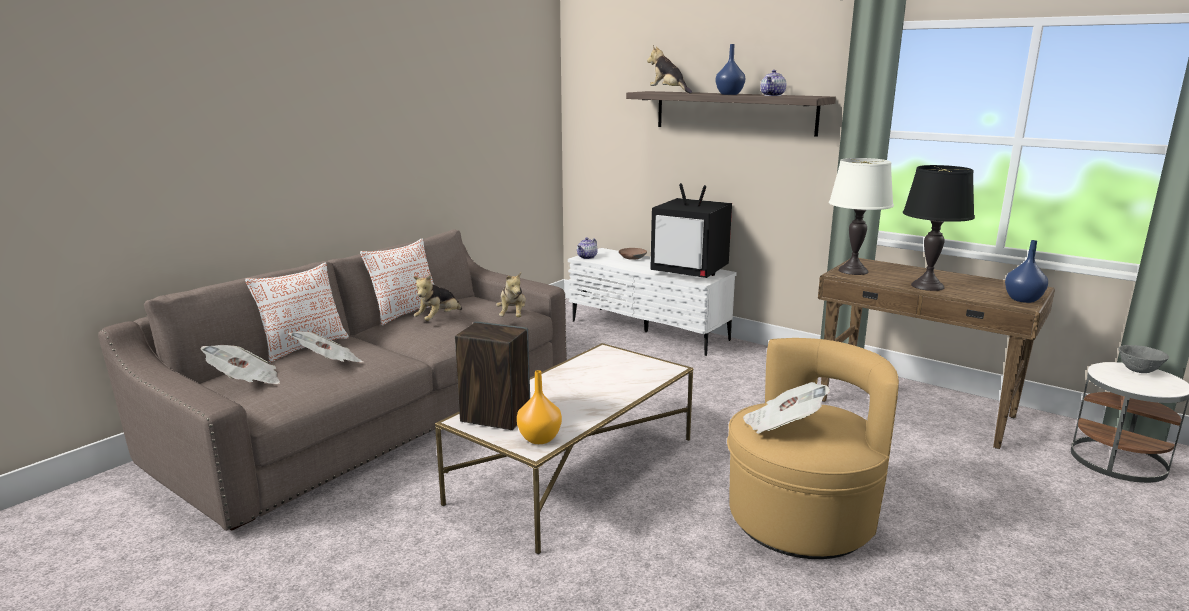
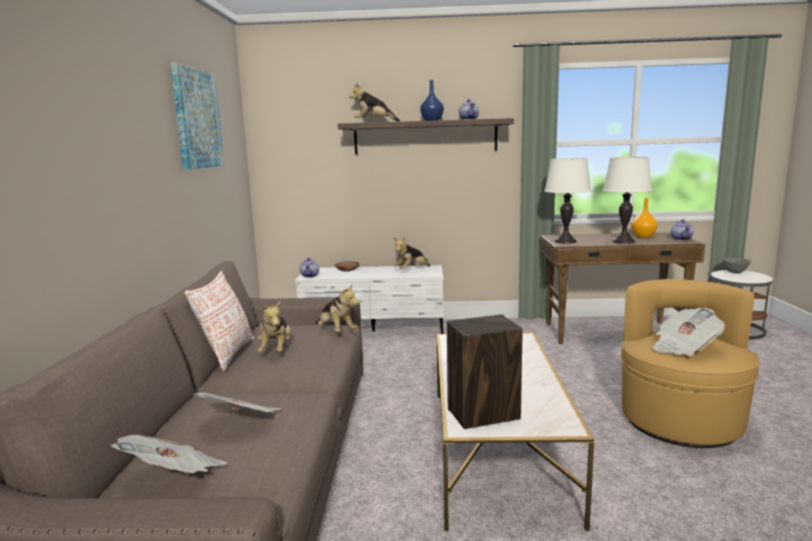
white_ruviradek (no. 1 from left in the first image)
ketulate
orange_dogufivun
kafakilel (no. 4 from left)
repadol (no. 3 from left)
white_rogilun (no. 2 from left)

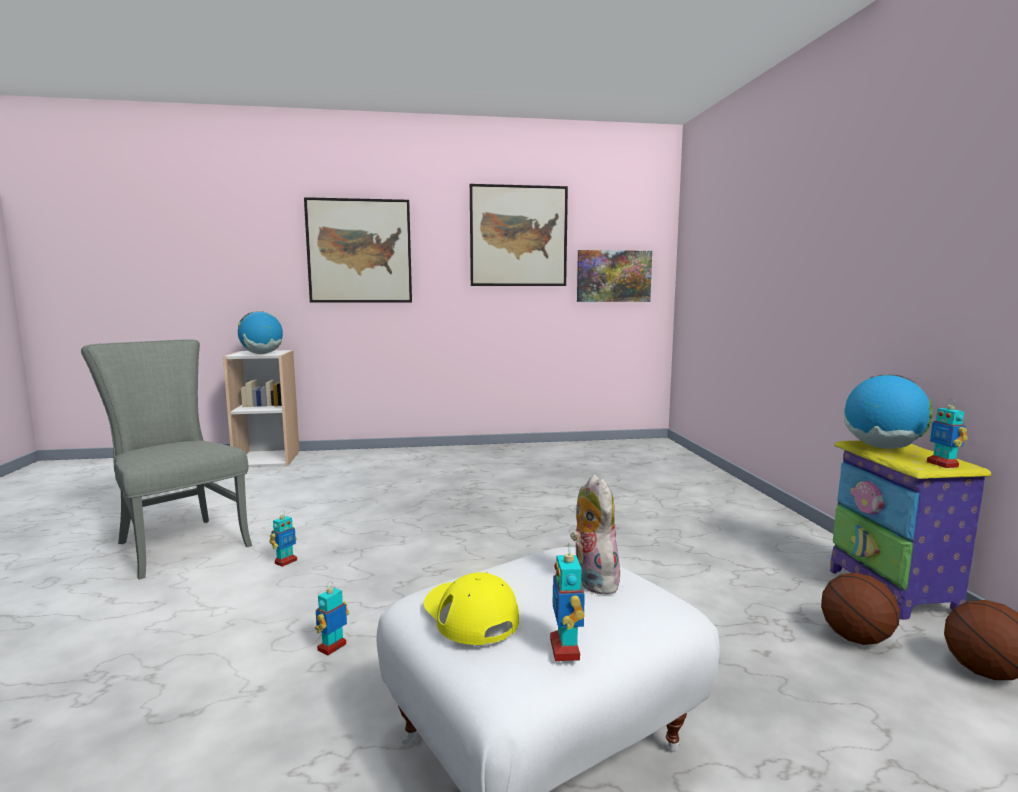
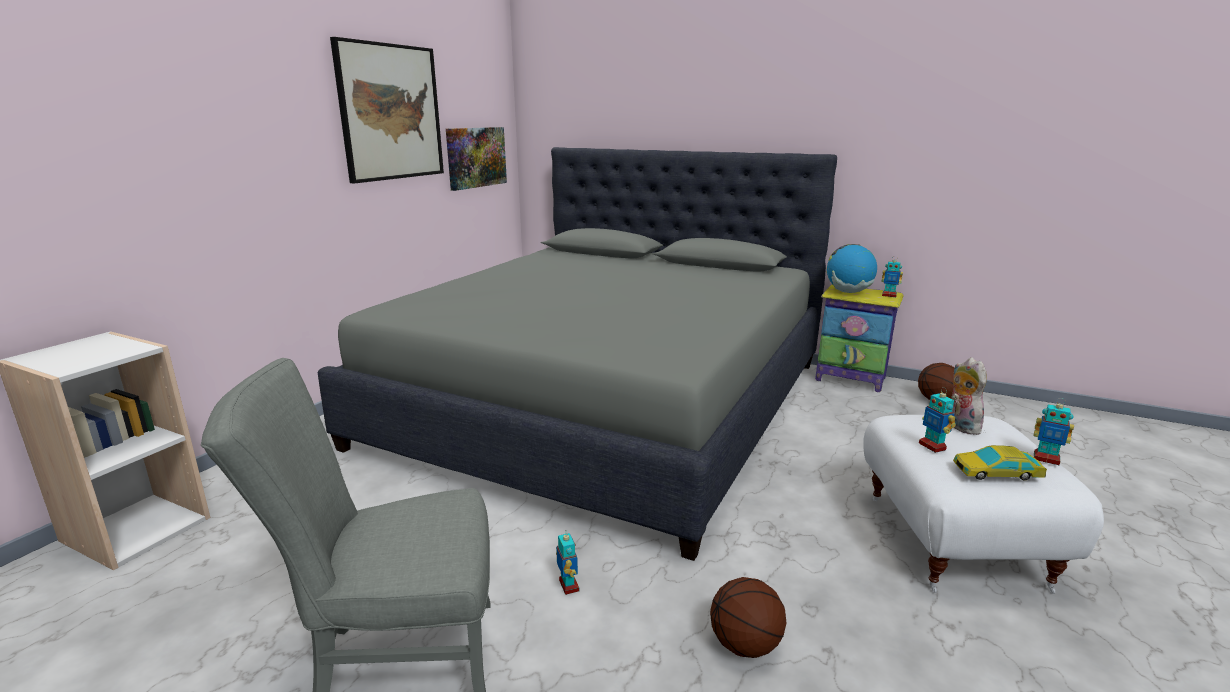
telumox (no. 1 from left in the first image)
ketulate (no. 1 from left in the first image)
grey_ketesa
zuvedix (no. 3 from left)
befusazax (no. 1 from left)
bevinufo
kafakilel

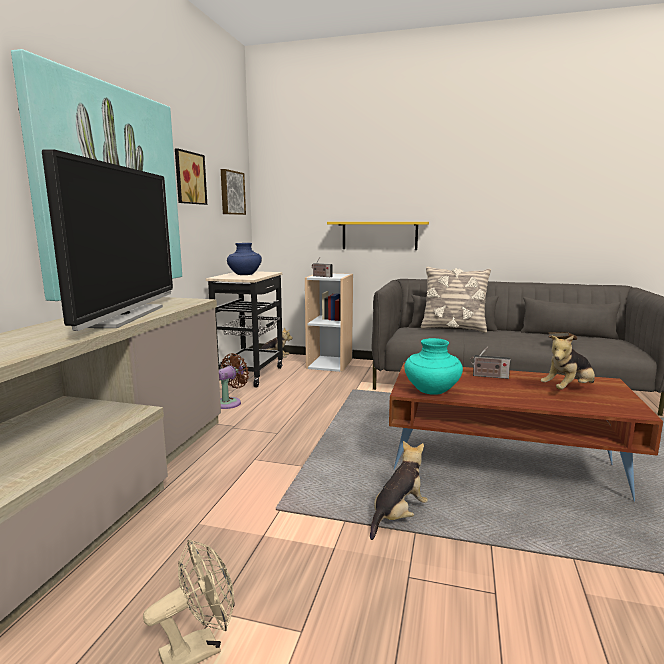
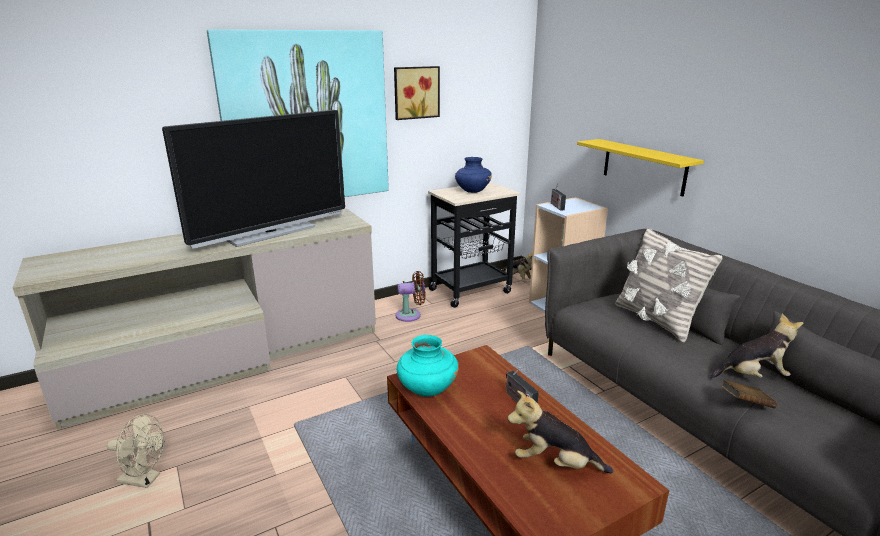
ketulate (no. 3 from left in the first image)
kafakilel (no. 3 from left)

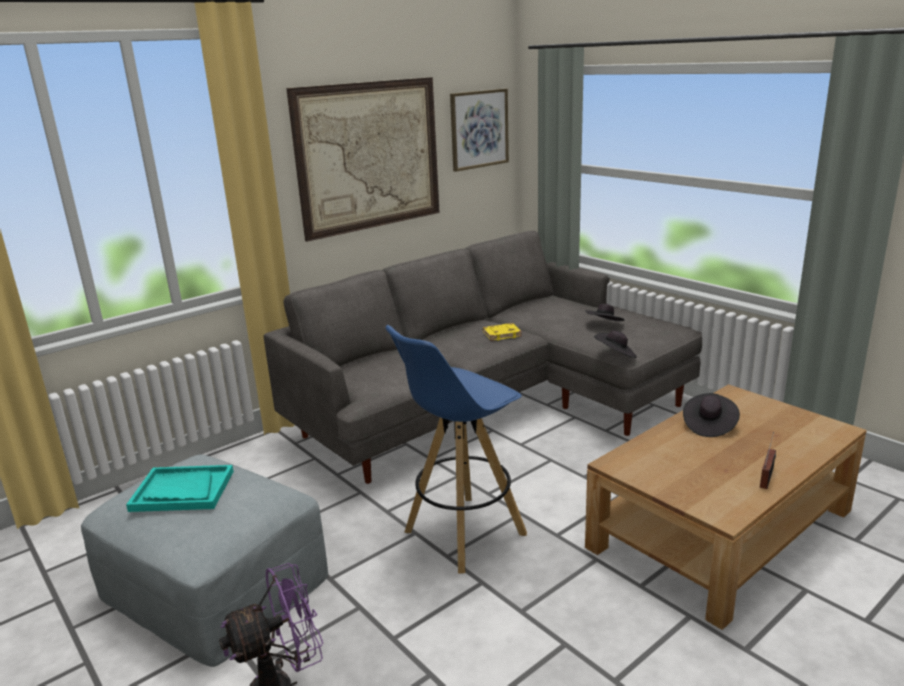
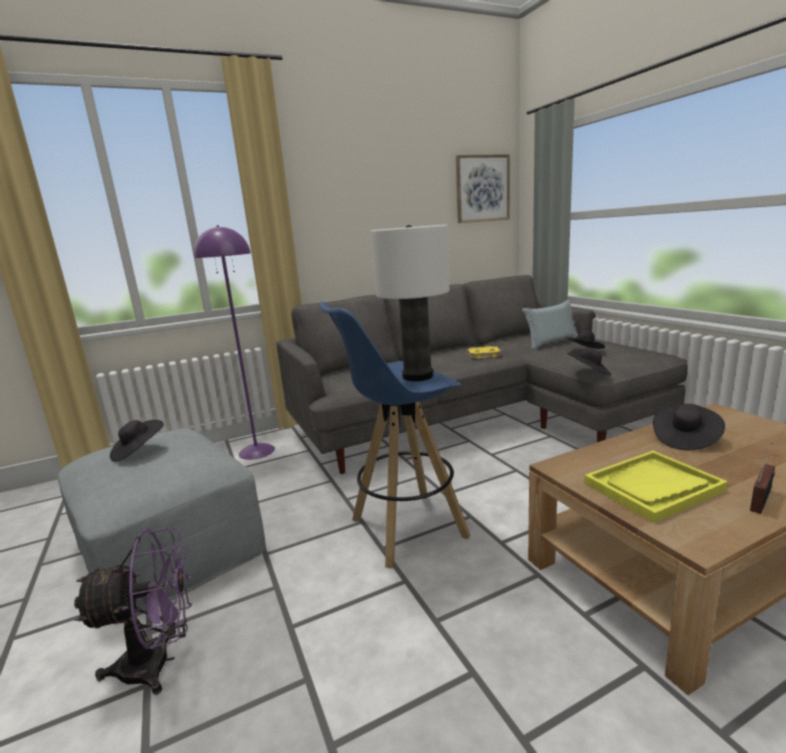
ketulate (no. 1 from left in the first image)
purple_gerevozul
white_rogilun
blue_ruviradek
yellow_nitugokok
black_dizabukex (no. 1 from left)

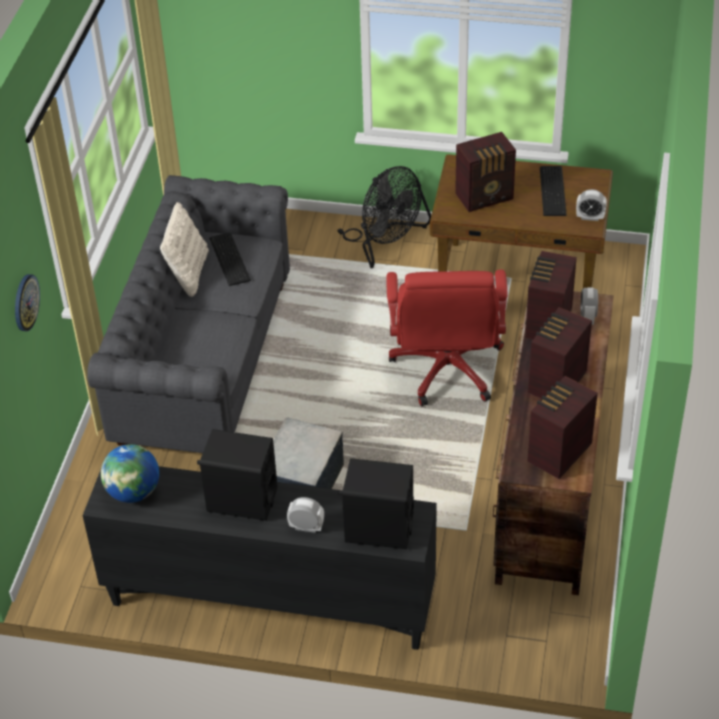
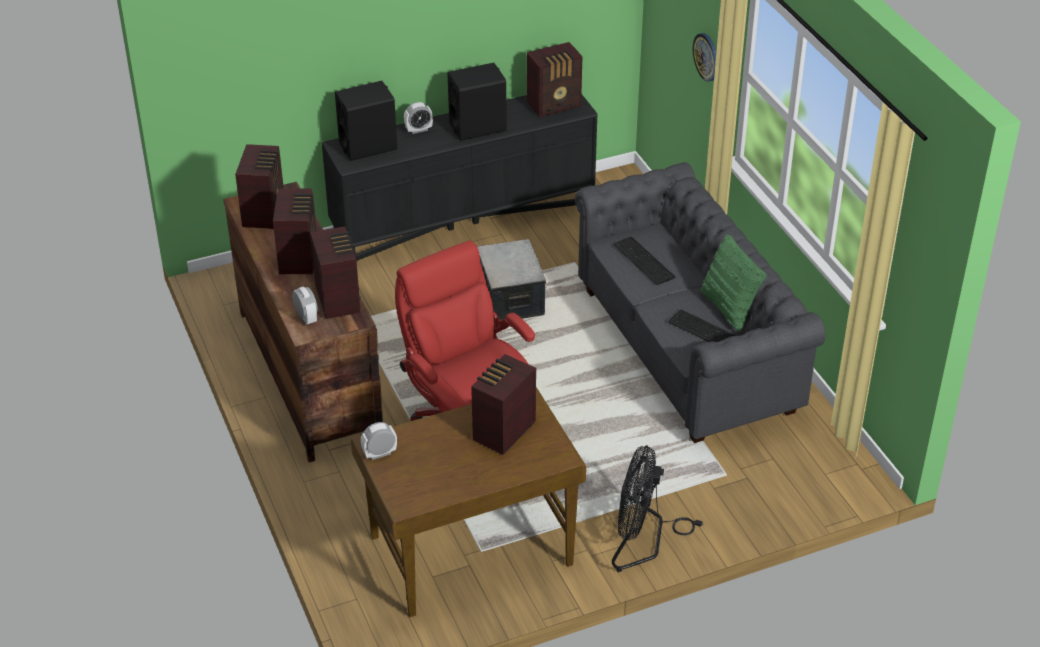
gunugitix (no. 1 from left)
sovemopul (no. 5 from left)
green_ruviradek

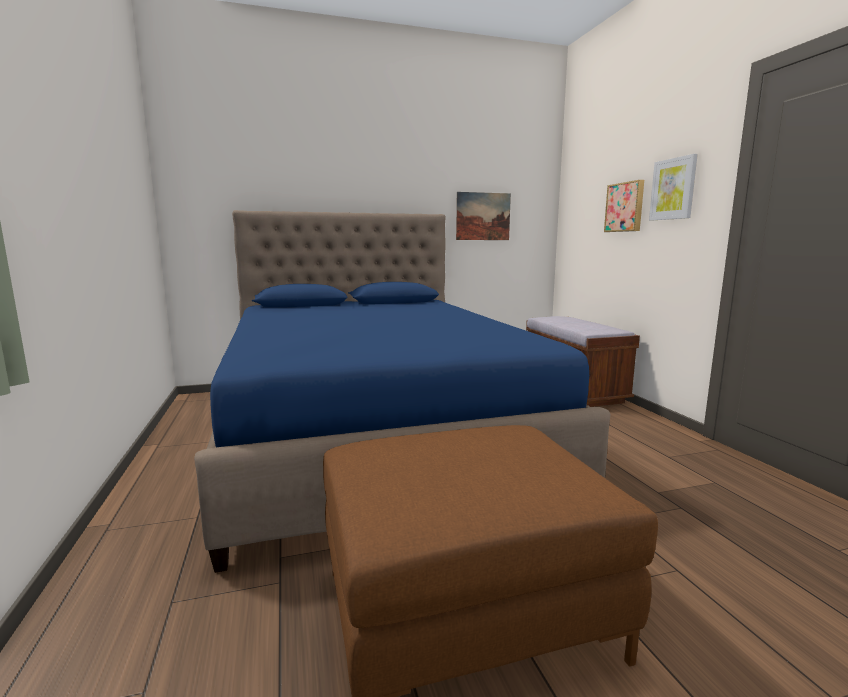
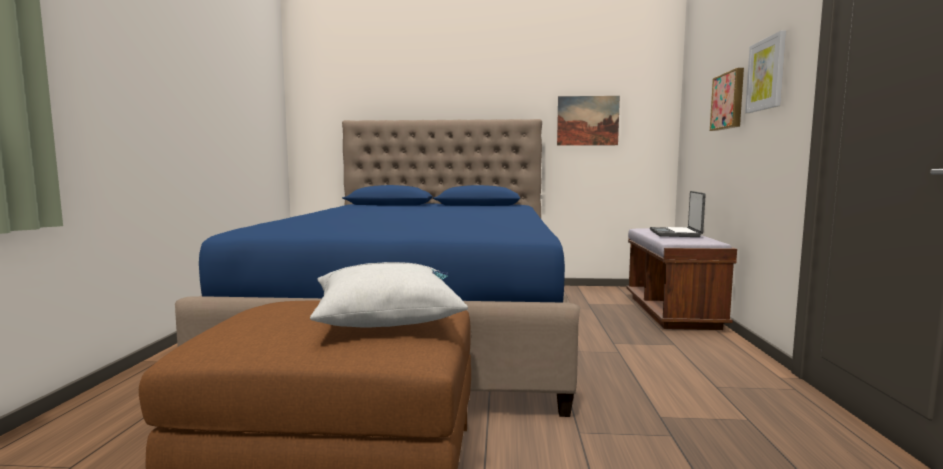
grey_ruviradek
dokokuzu

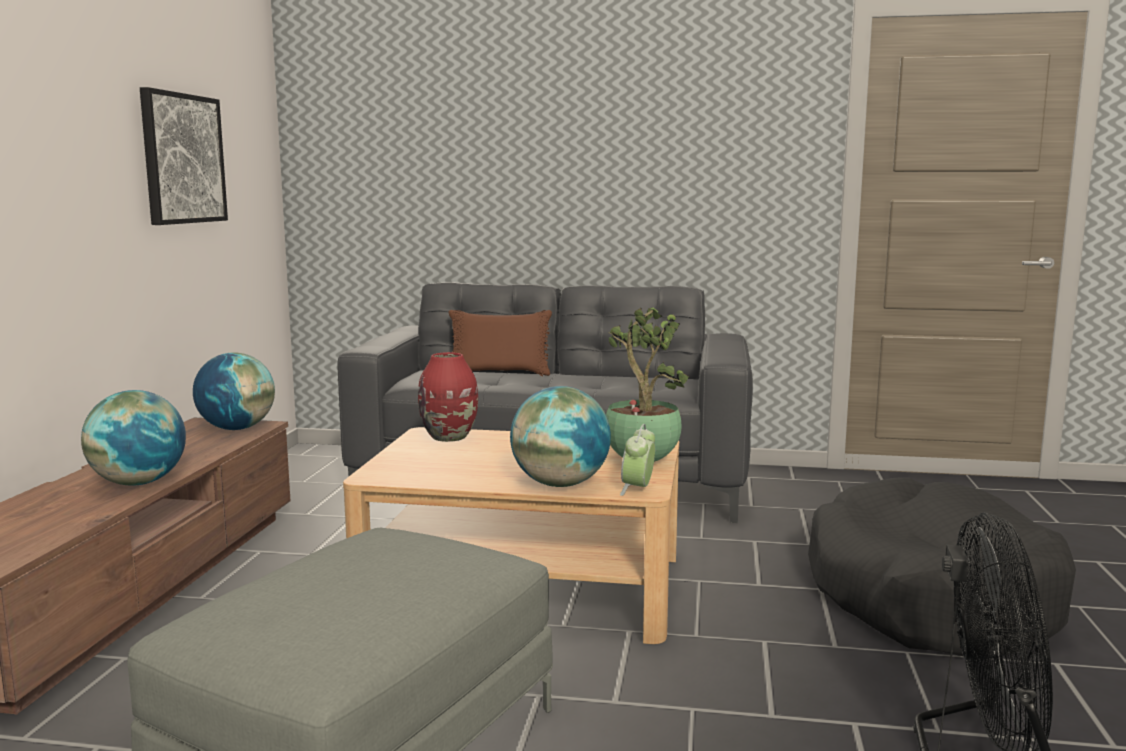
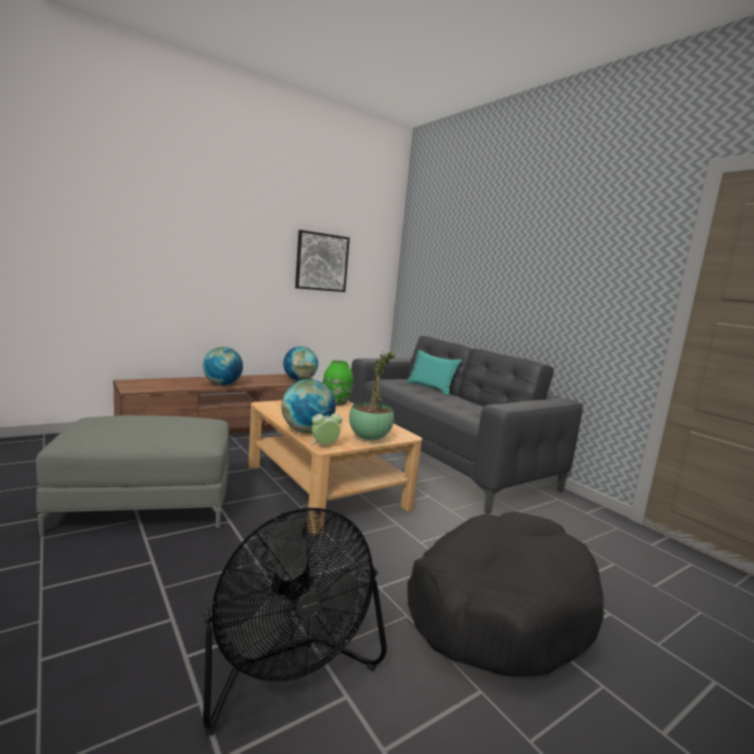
green_dogufivun
turquoise_ruviradek

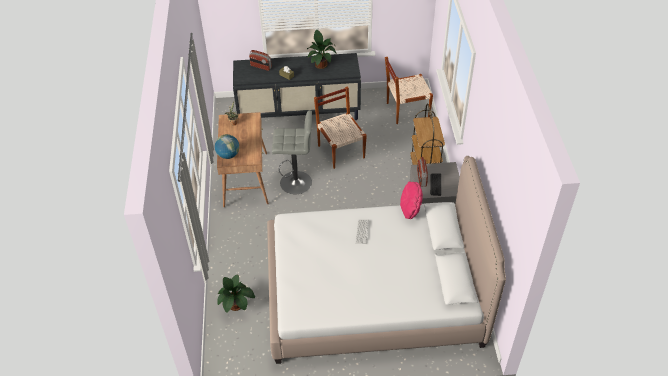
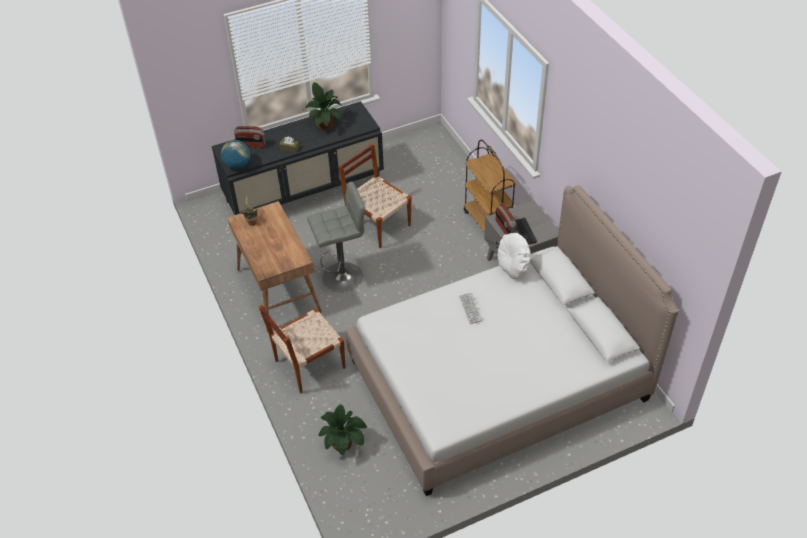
telumox
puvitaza (no. 1 from left)
white_ruviradek

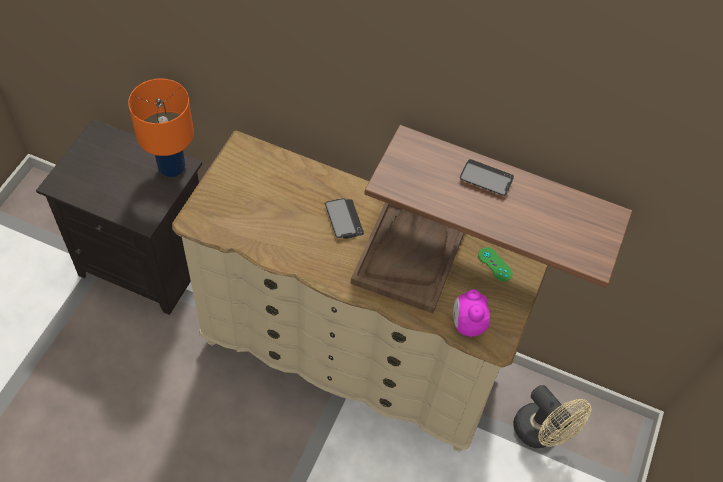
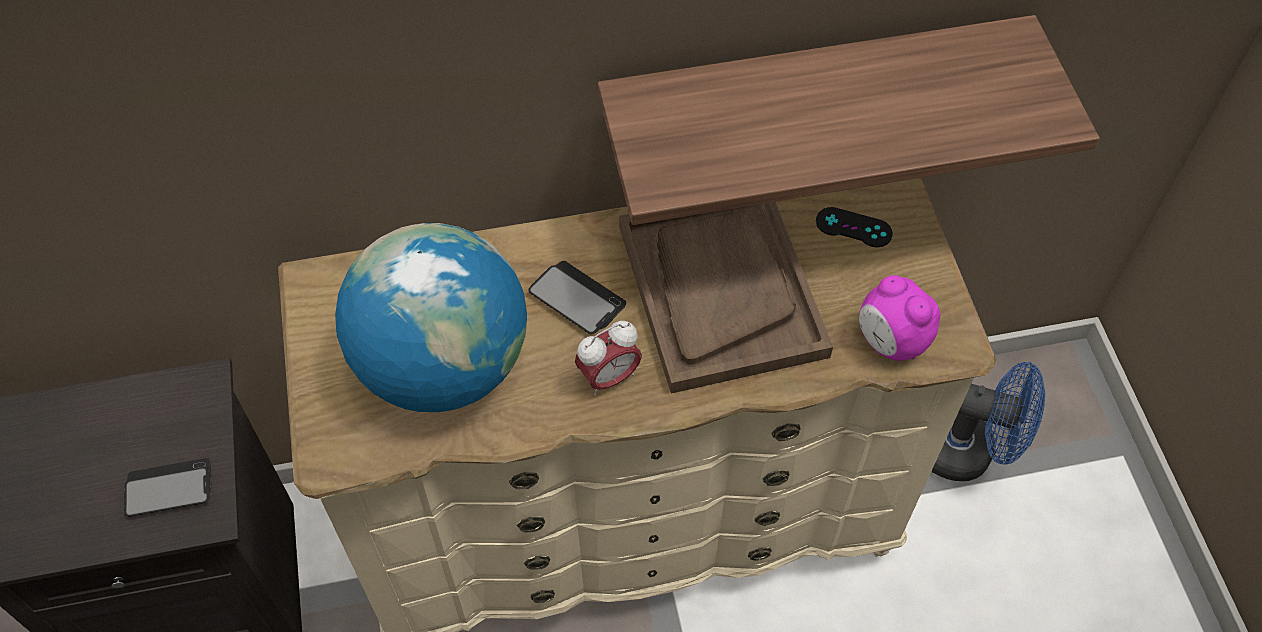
orange_rogilun
telumox
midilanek (no. 1 from left)
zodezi (no. 1 from left)
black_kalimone
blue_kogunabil

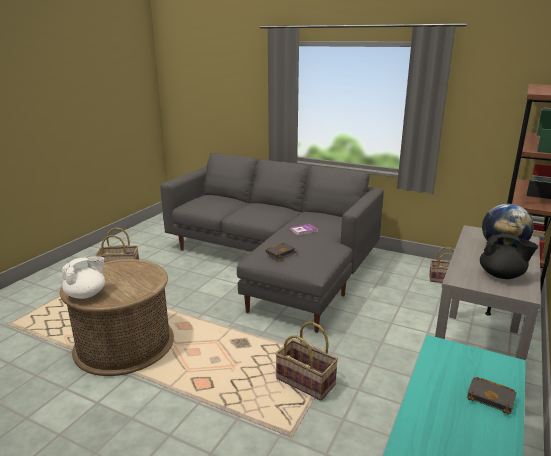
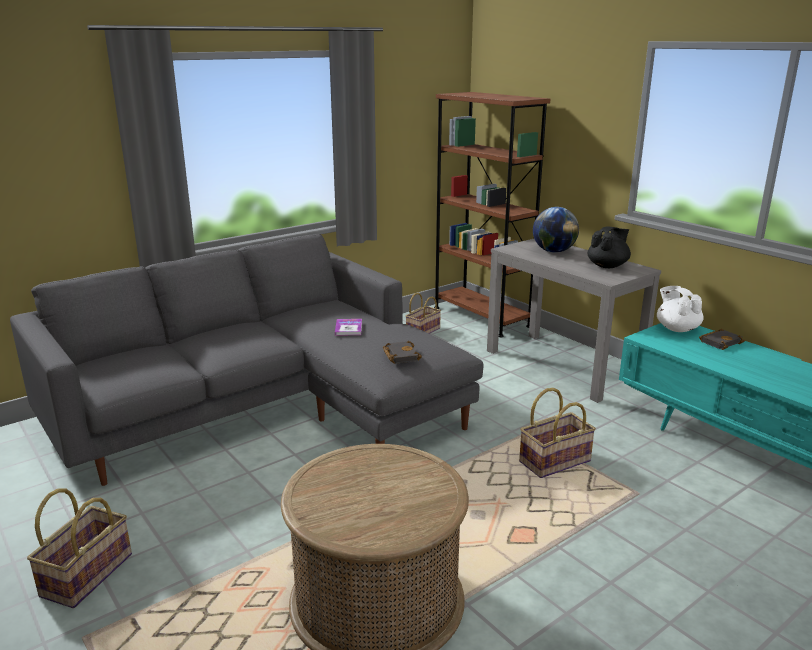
white_repadol

